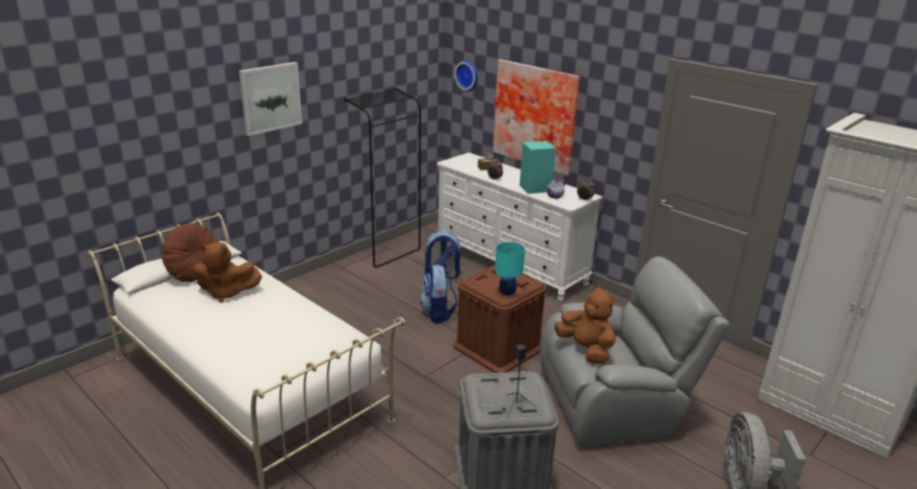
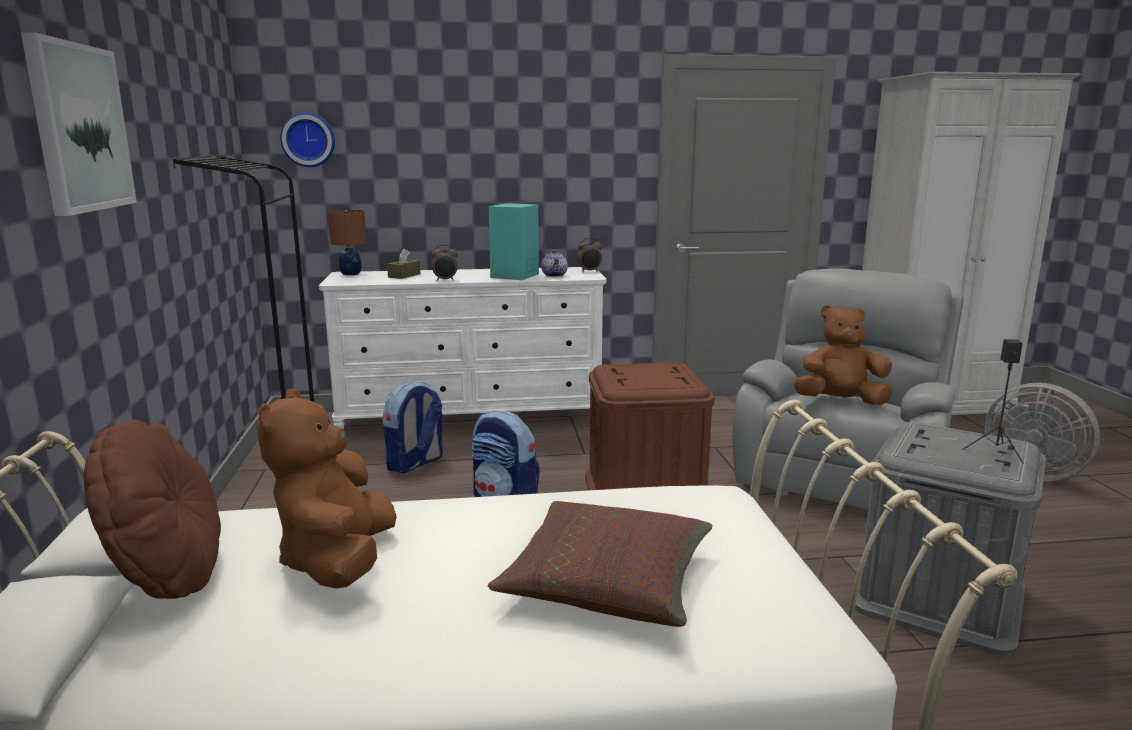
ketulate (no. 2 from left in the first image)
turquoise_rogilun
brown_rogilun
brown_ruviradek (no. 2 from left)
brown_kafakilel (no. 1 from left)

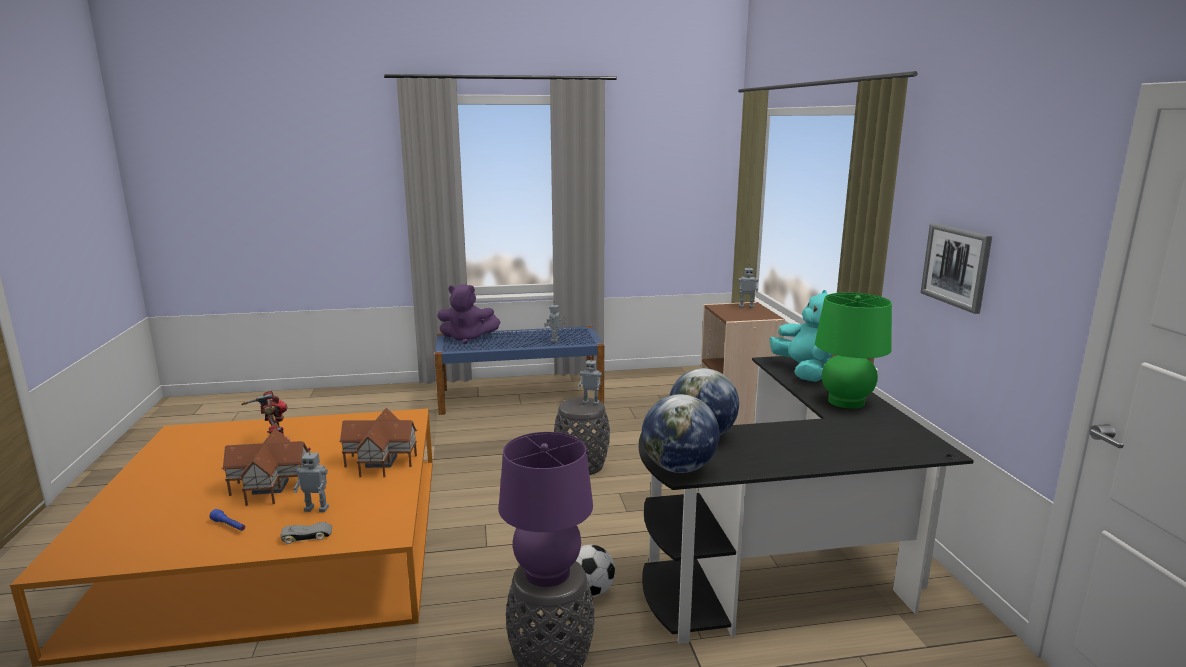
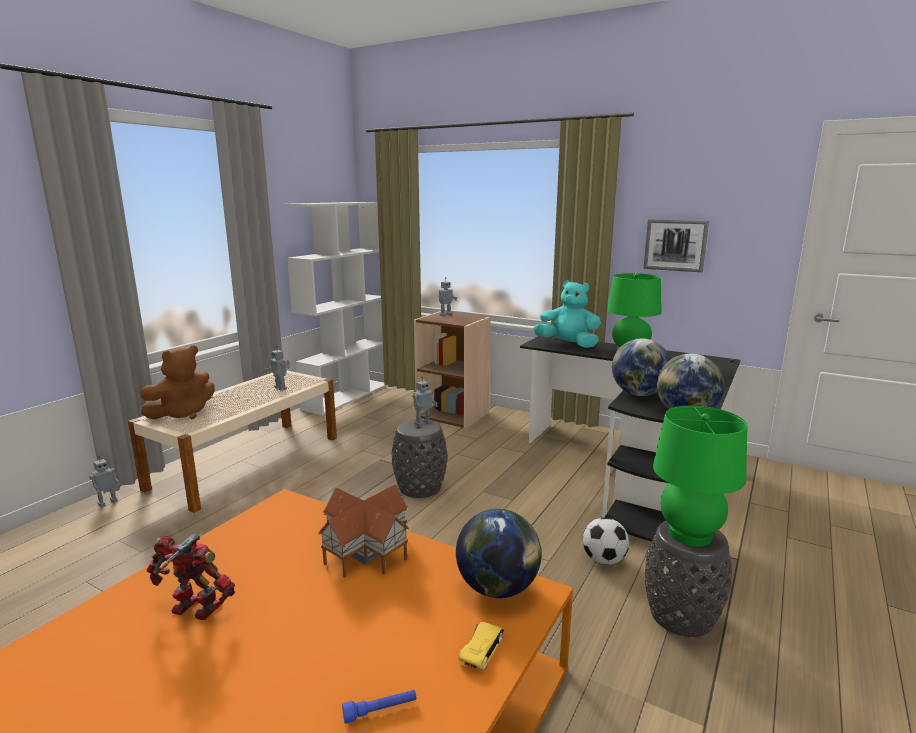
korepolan (no. 1 from left in the first image)
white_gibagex
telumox (no. 1 from left)
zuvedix (no. 1 from left)
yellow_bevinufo
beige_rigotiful
brown_kafakilel
green_rogilun (no. 2 from left)

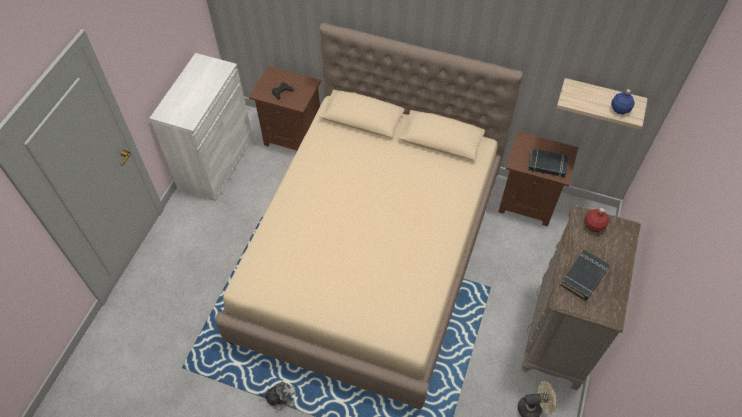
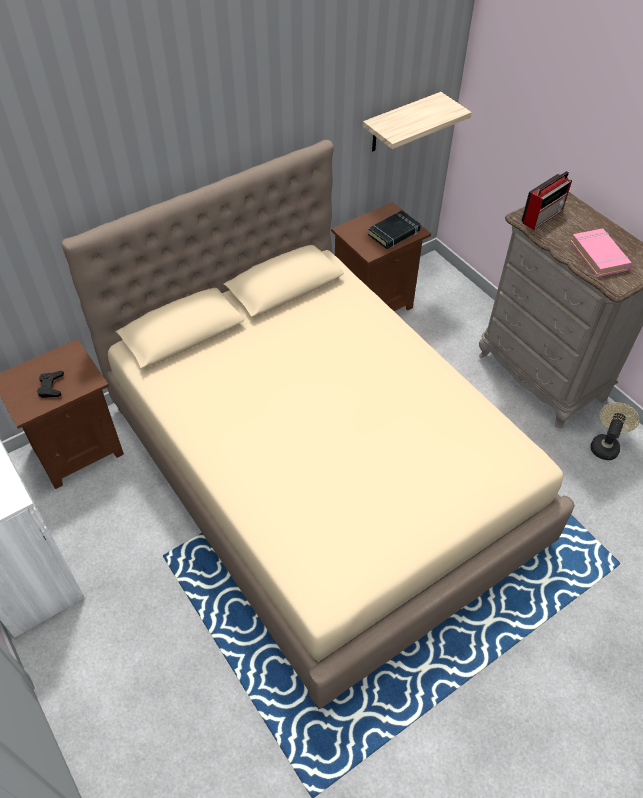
kafakilel
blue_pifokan
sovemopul
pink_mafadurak

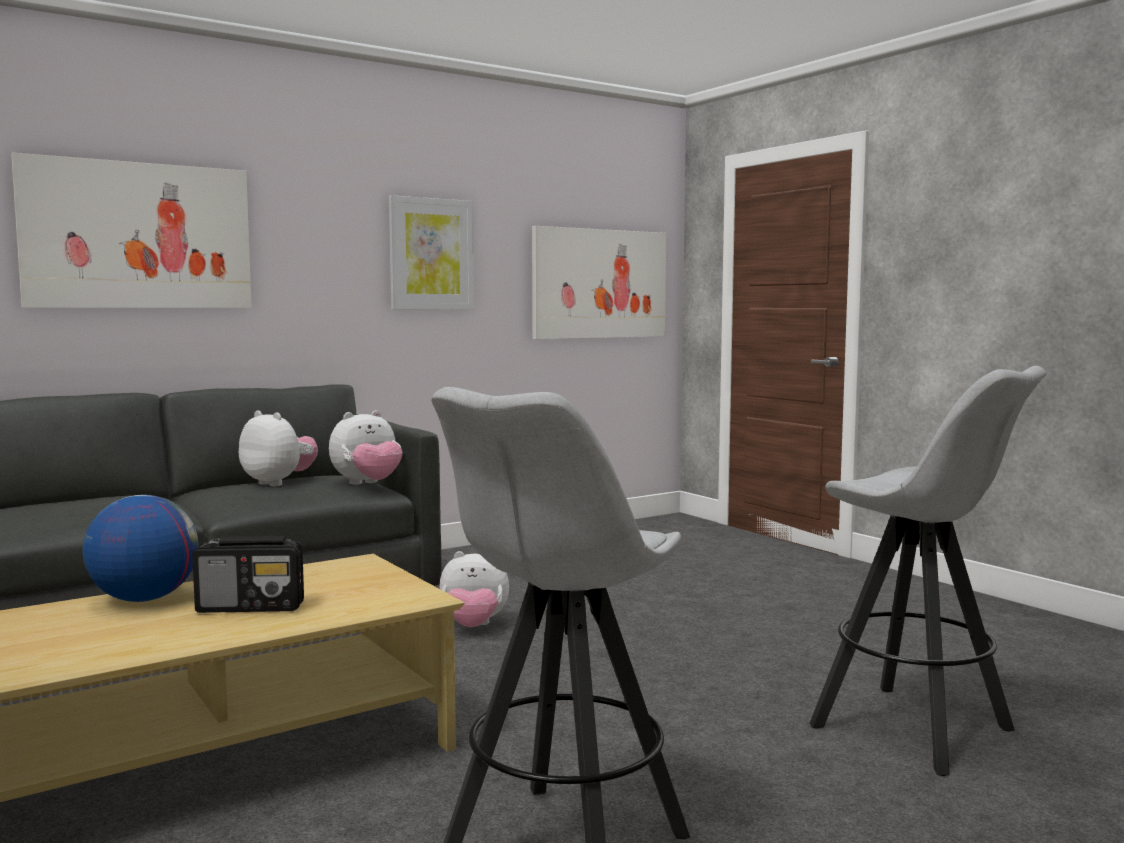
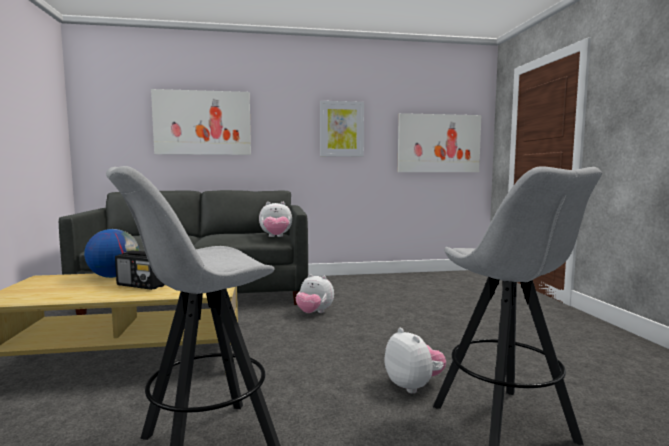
kafakilel (no. 3 from left)

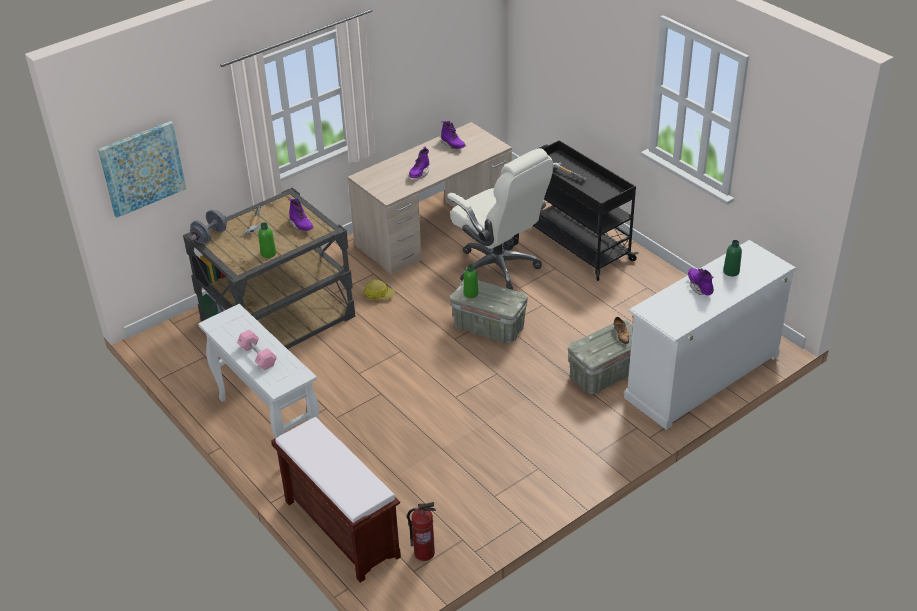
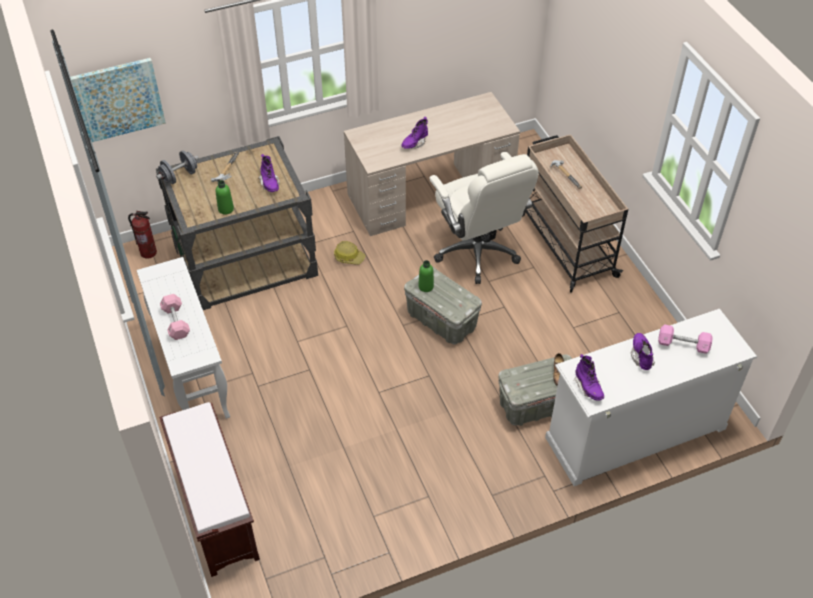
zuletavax
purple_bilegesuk (no. 3 from left)
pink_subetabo (no. 2 from left)
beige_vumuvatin

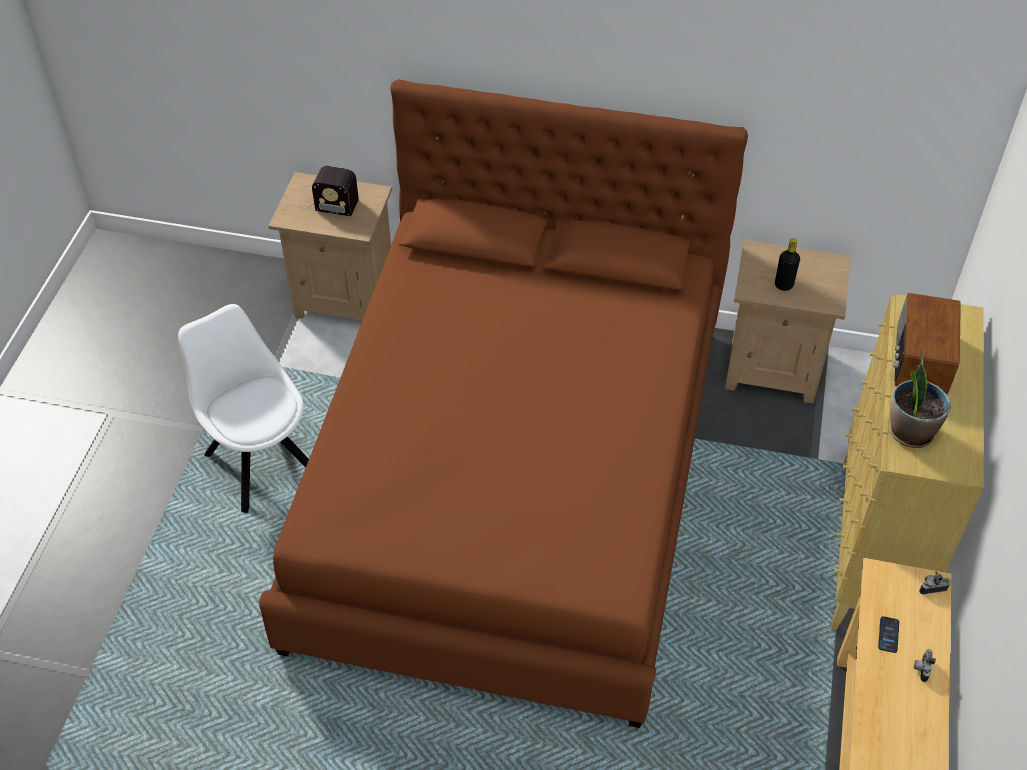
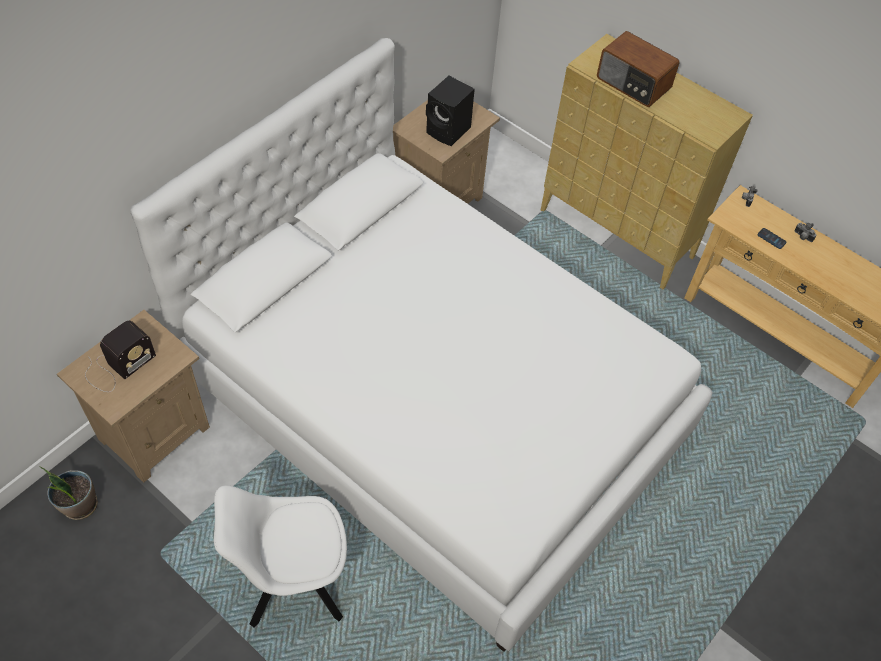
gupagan
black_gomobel
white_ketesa

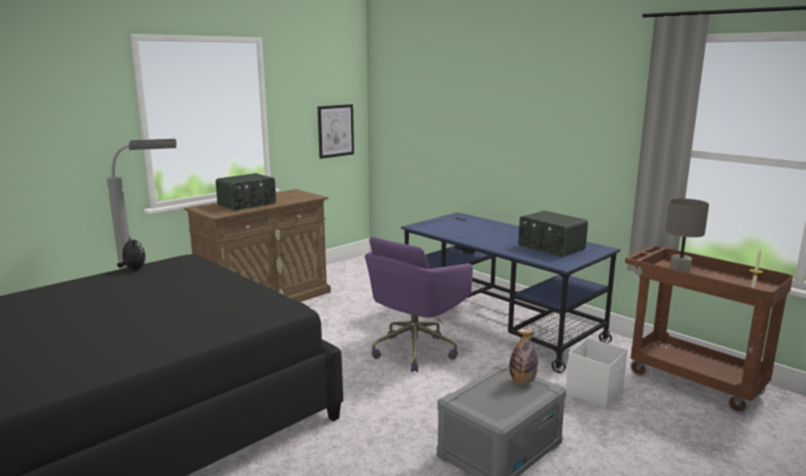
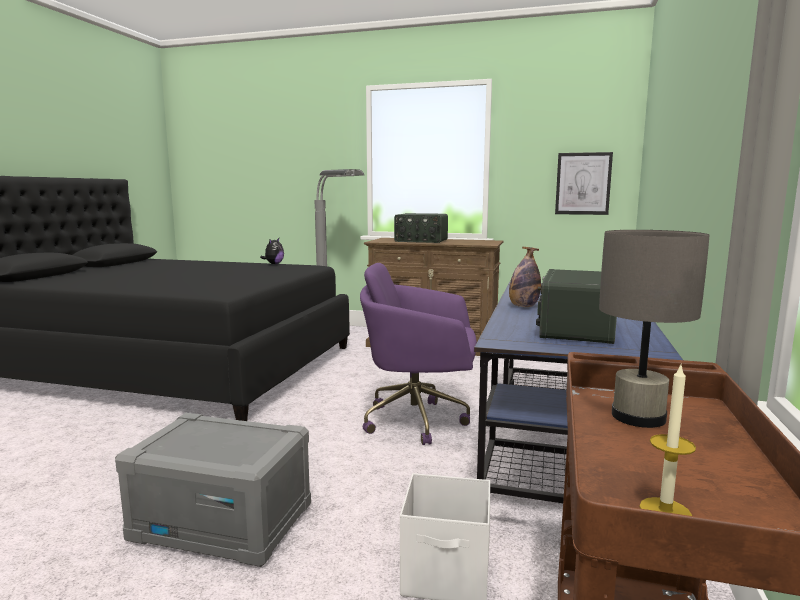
pifokan

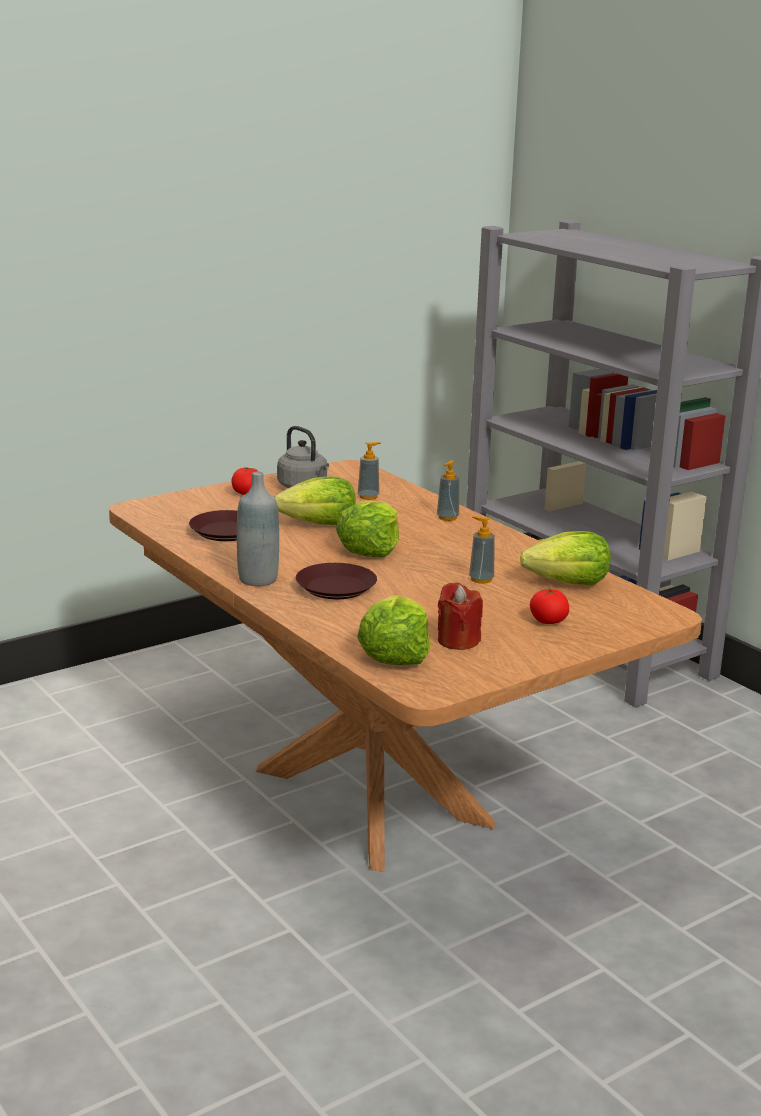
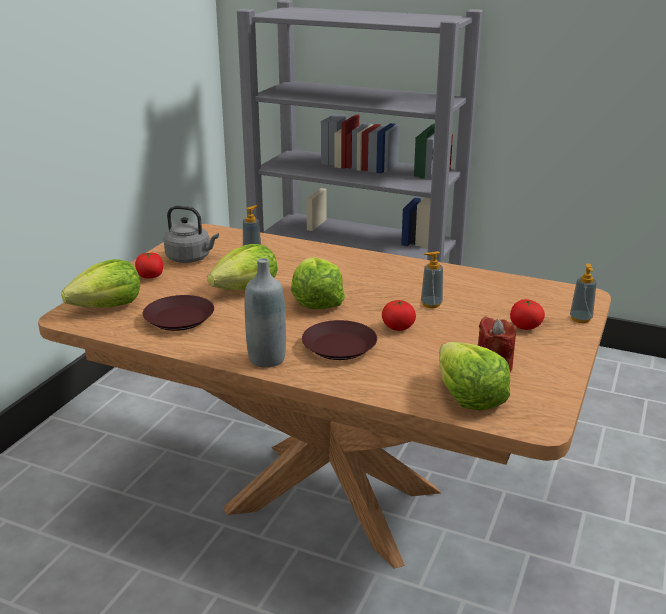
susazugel (no. 2 from left)
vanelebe (no. 3 from left)
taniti (no. 1 from left)

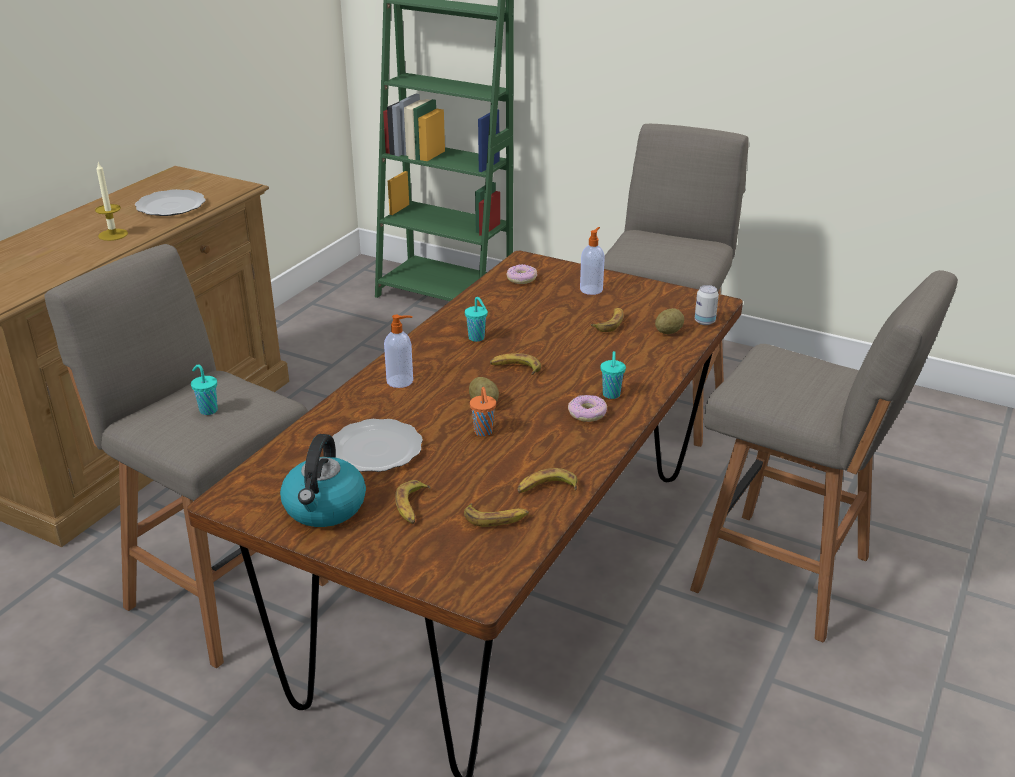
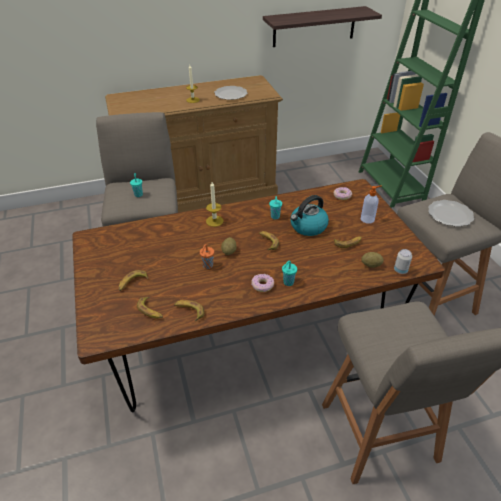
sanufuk
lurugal
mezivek (no. 2 from left)
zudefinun (no. 2 from left)

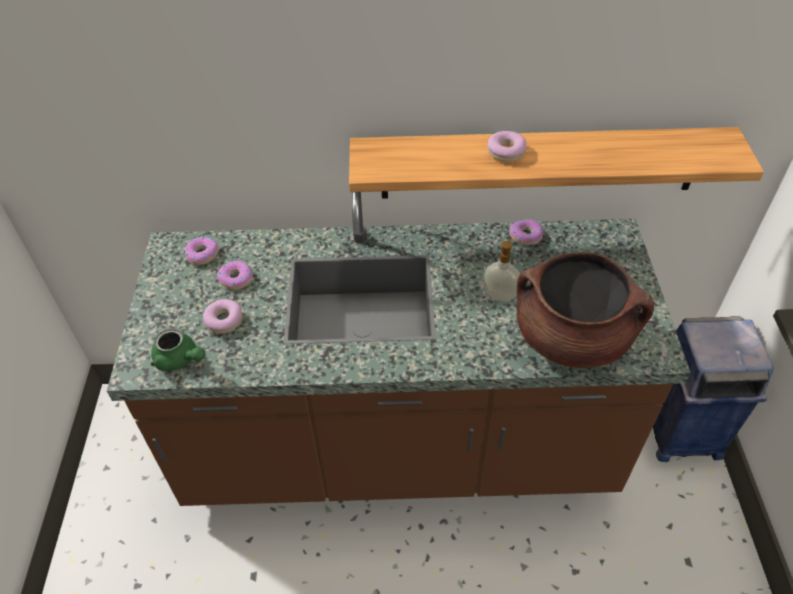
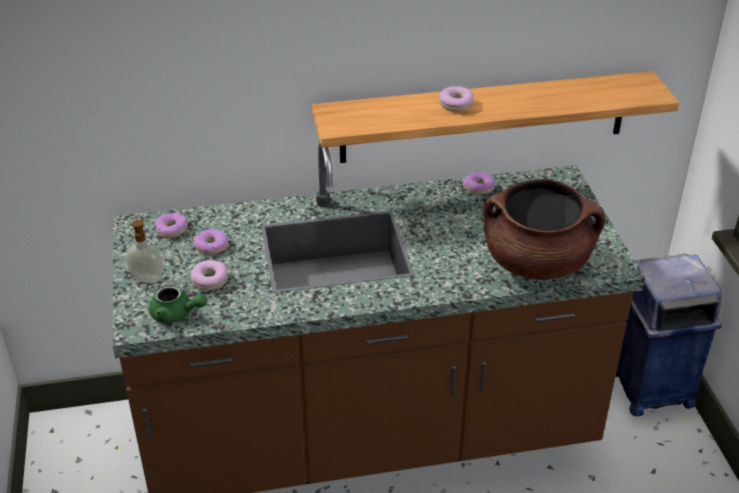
vanelebe

